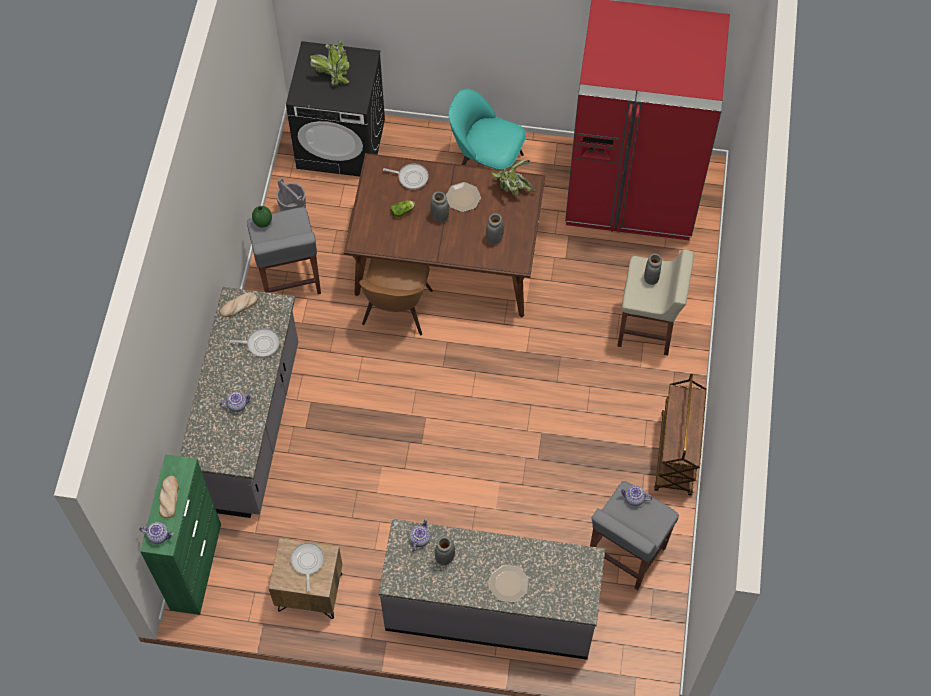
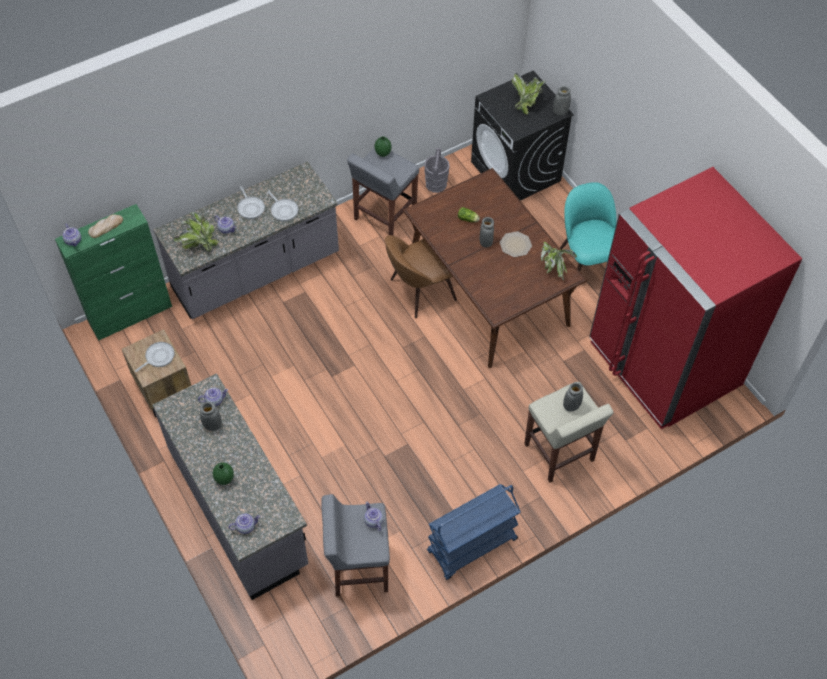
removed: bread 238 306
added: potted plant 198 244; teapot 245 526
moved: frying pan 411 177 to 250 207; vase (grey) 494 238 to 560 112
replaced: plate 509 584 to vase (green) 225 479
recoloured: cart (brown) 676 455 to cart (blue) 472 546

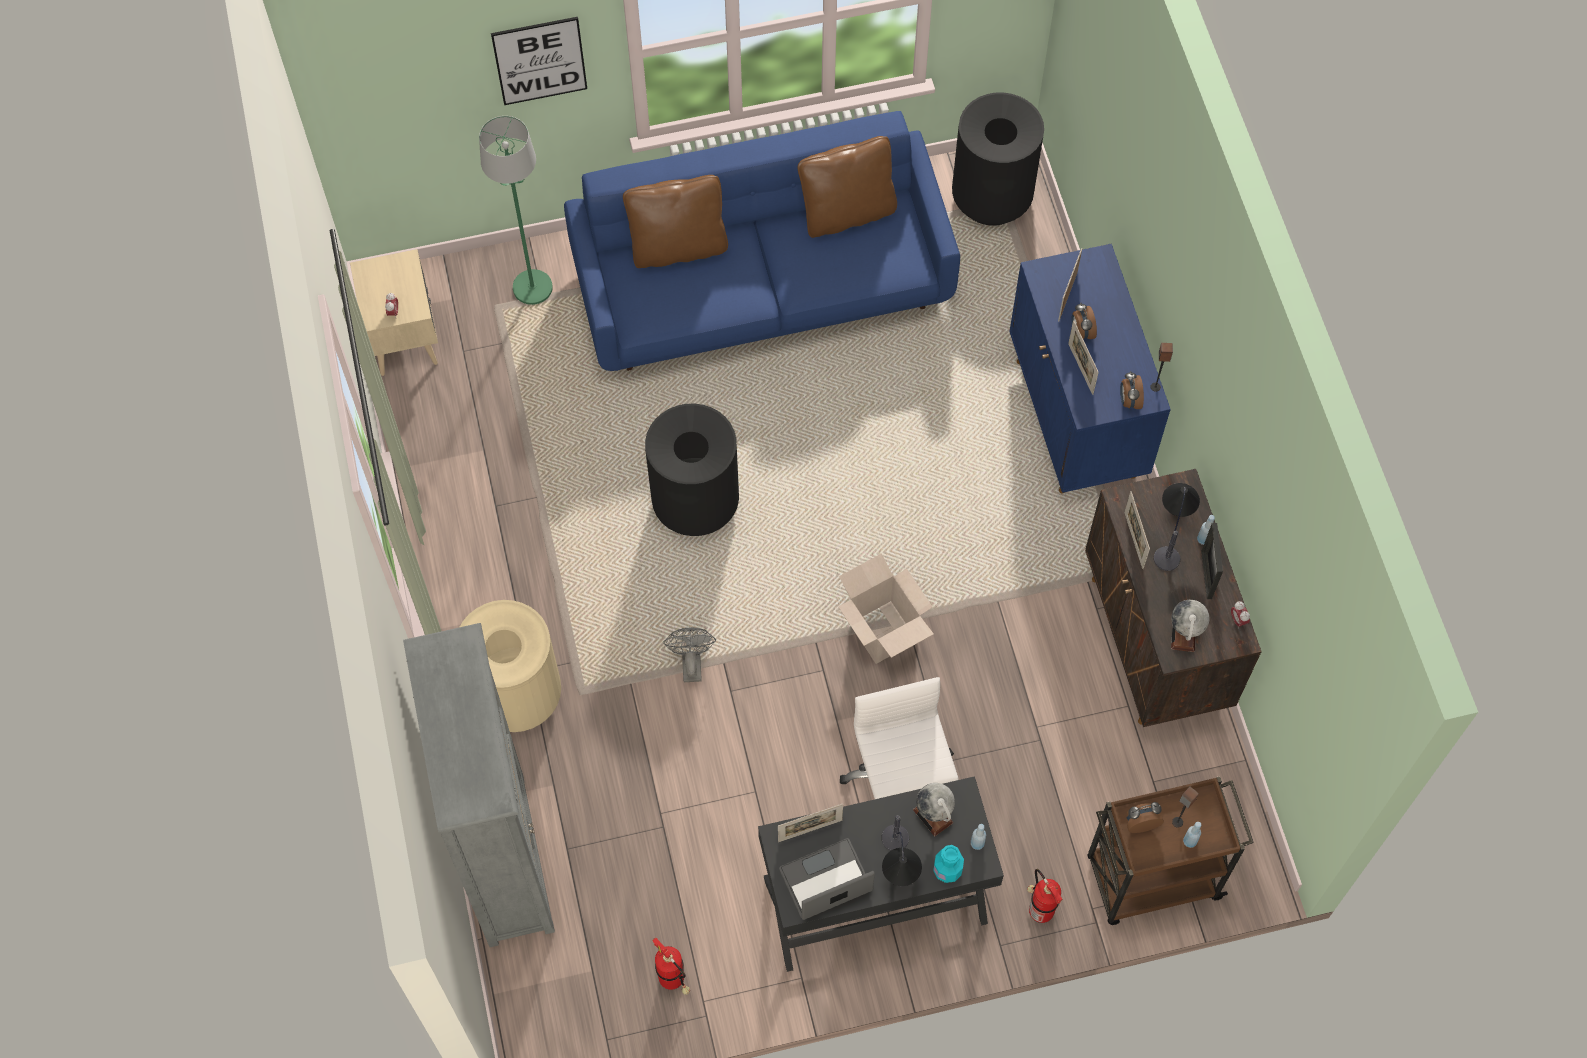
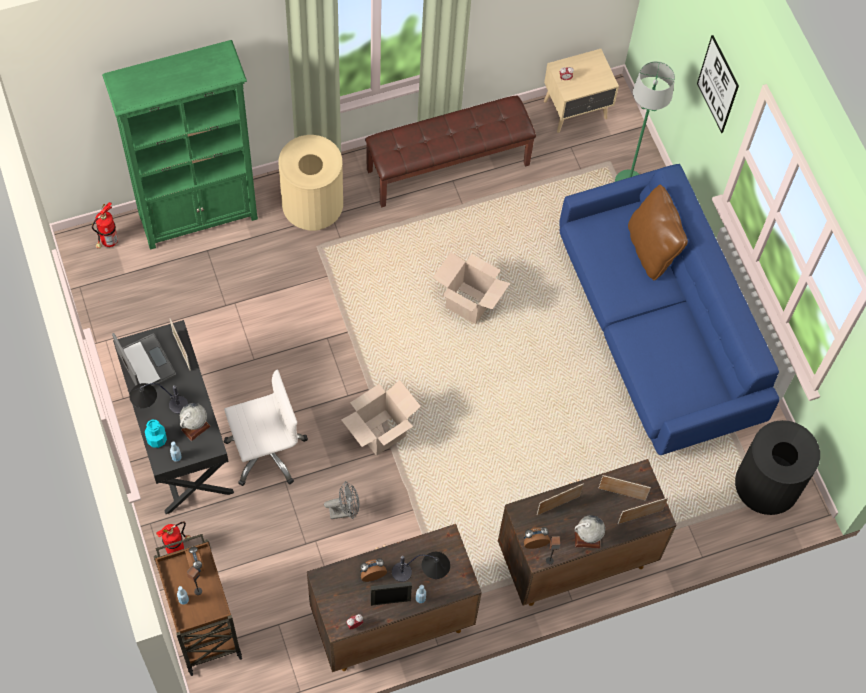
removed: pillow (brown) 847 212
added: bench (brown) 448 166
moved: fire extinguisher 673 980 to 108 243; fan (grey) 691 663 to 344 511; alarm clock 1081 332 to 372 573; globe 1183 635 to 587 539; picture frame 1133 540 to 640 516
replaced: trash can (black) 695 504 to cardboard box 469 303
recoloured: bookcase (grey) 506 858 to bookcase (green) 199 216; cabinet (blue) 1075 419 to cabinet (brown) 574 559

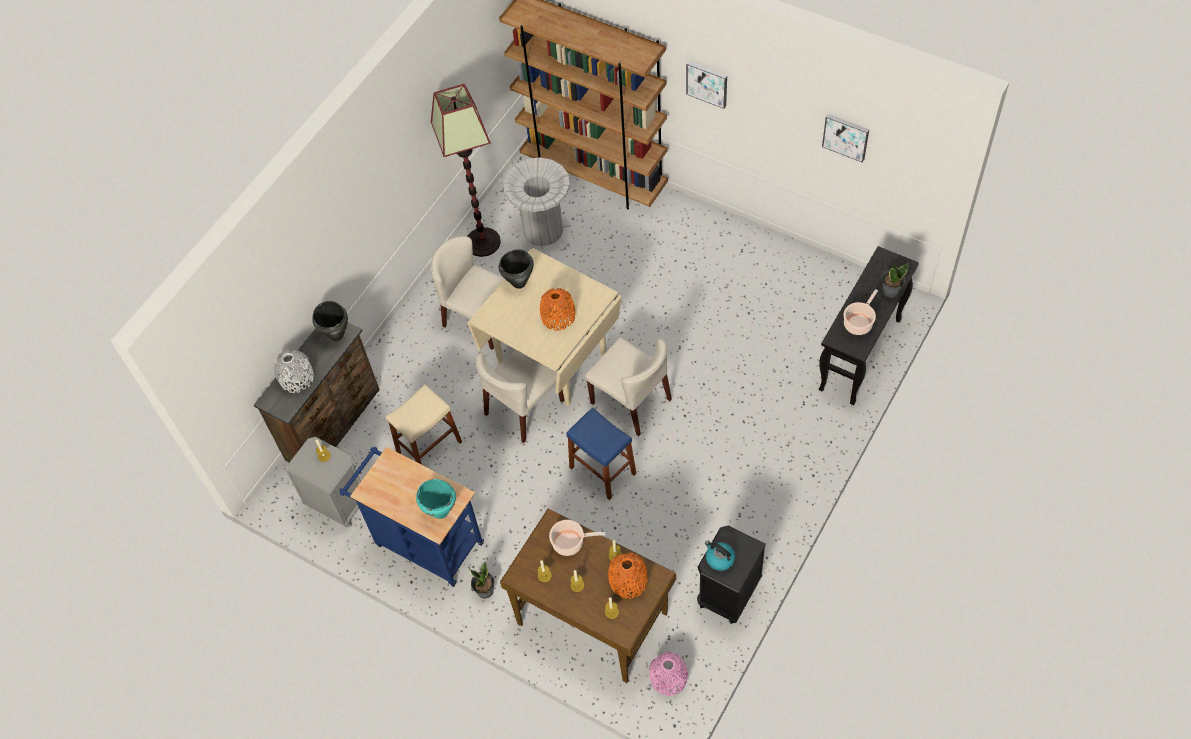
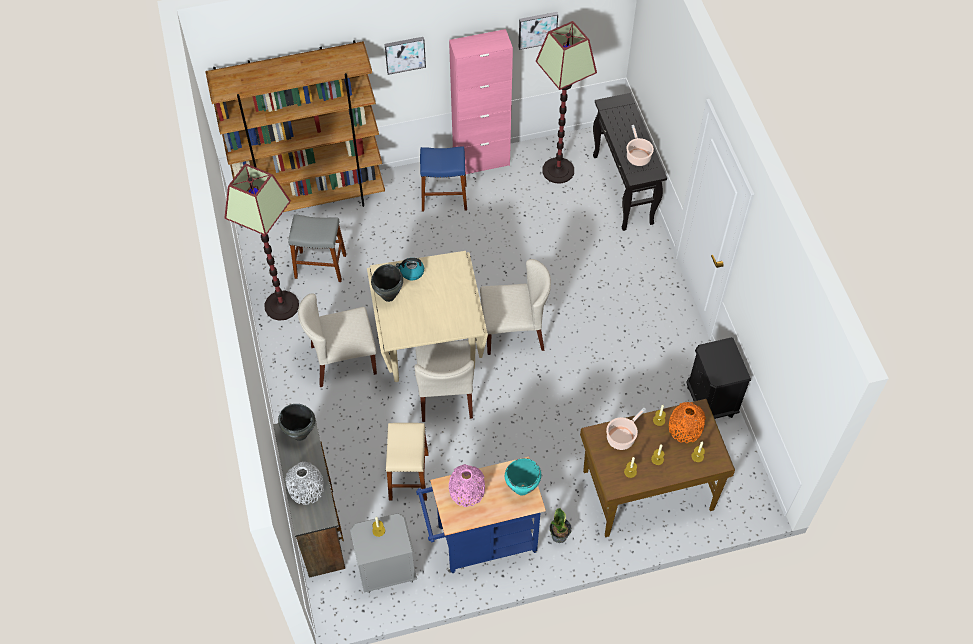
removed: vase (orange) 558 317; potted plant 890 290
added: cabinet (pink) 481 161; floor lamp 558 170
moved: kettle 719 559 to 411 272; stool (blue) 602 470 to 444 197; vase (pink) 668 678 to 467 491
replaced: trash can (grey) 543 233 to stool (grey) 320 266

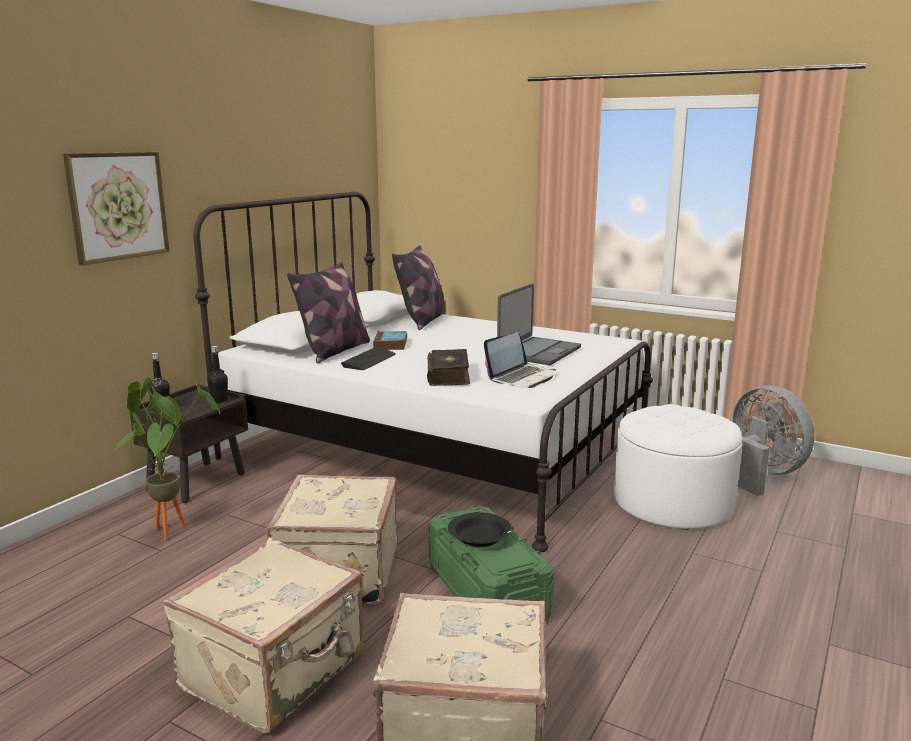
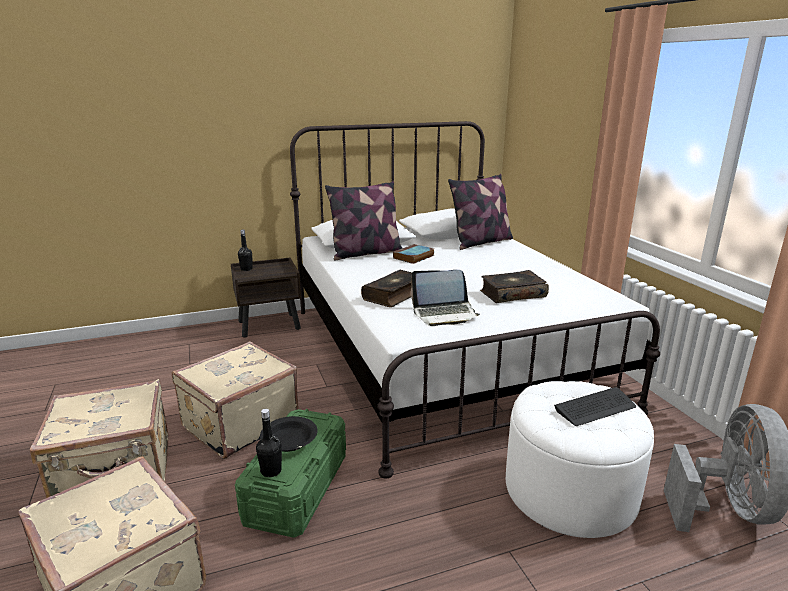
removed: picture 118 206; potted plant 172 527
moved: bottle (black) 219 400 to 271 471; keyboard 369 360 to 595 408
replaced: laptop 538 352 to book 512 294

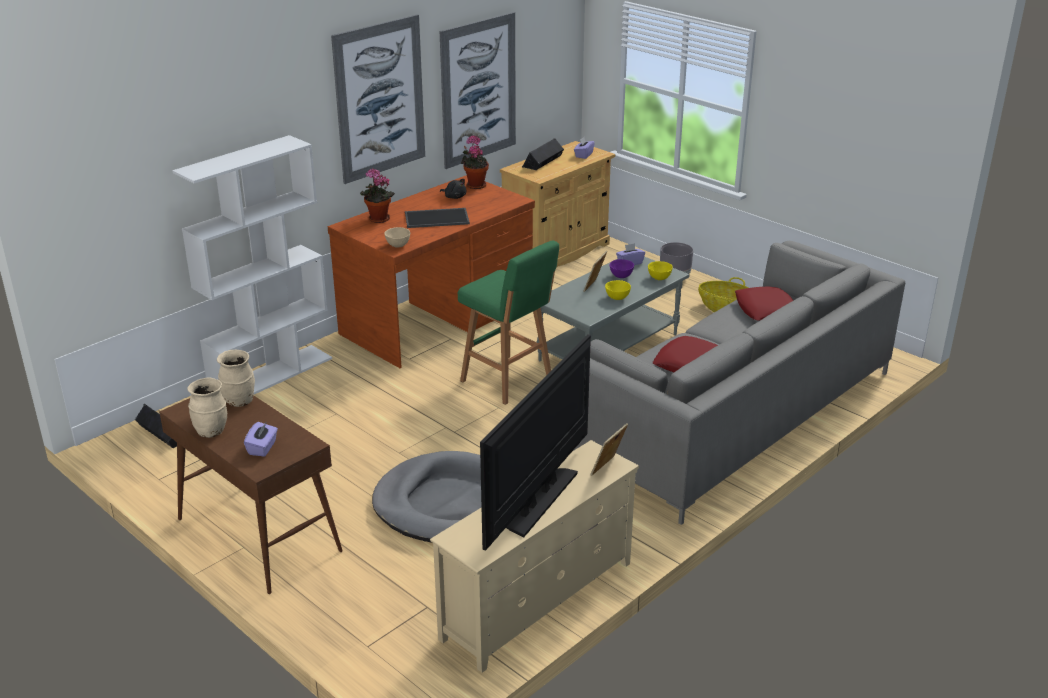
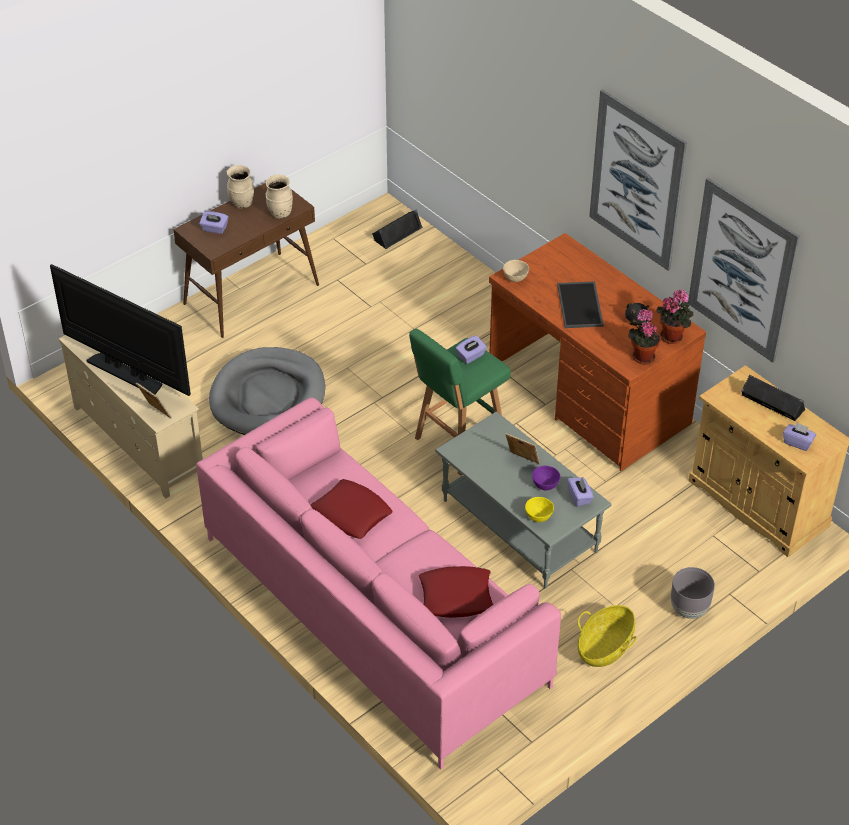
removed: bookcase (white) 271 374; bowl (yellow) 617 298
added: tissue box (purple) 471 356
moved: potted plant 377 220 to 641 356
recoloured: sofa (grey) 734 414 to sofa (pink) 374 609

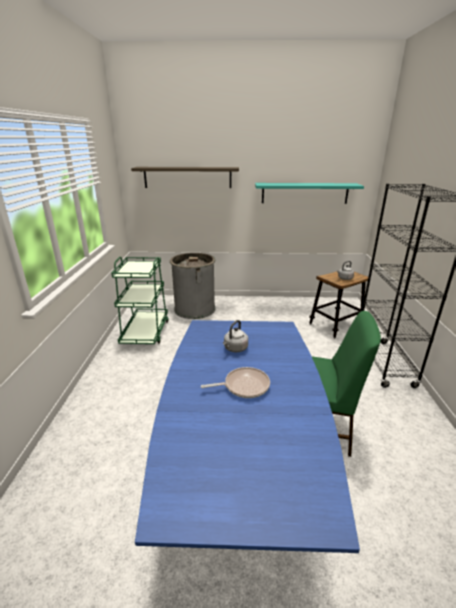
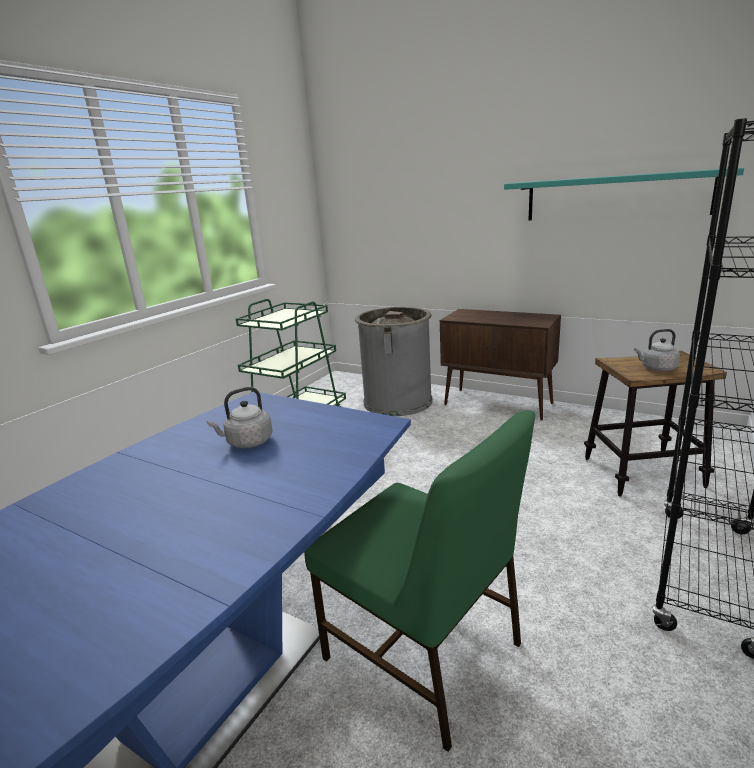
removed: shelf 187 177; frying pan 244 386
added: cabinet (brown) 499 404

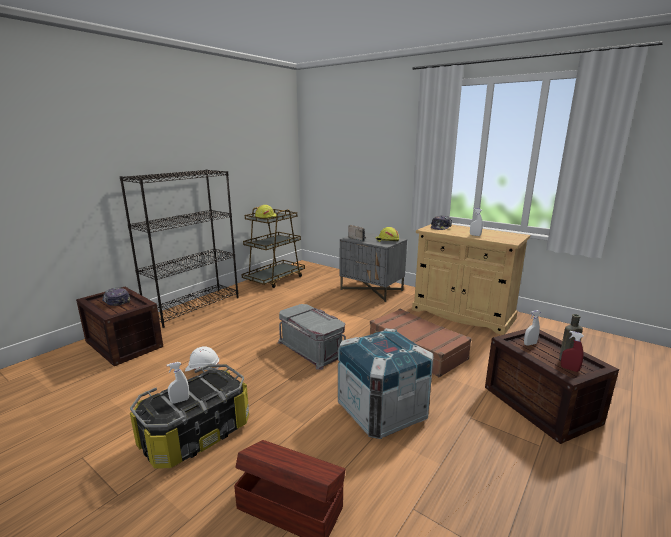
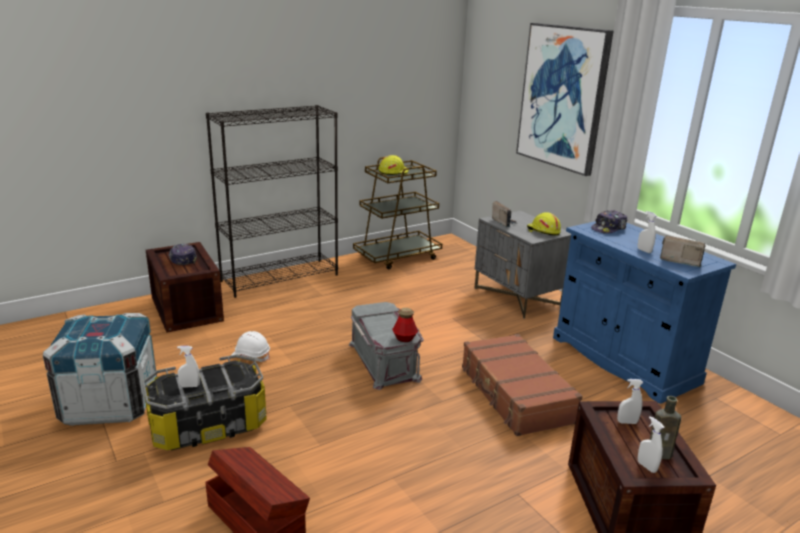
added: bottle 404 338; picture 563 97; radio 679 261
moved: crate 382 412 to 110 403
recoloured: cabinet (beige) 462 314 to cabinet (blue) 623 360; spray bottle (red) 569 369 to spray bottle (white) 646 467

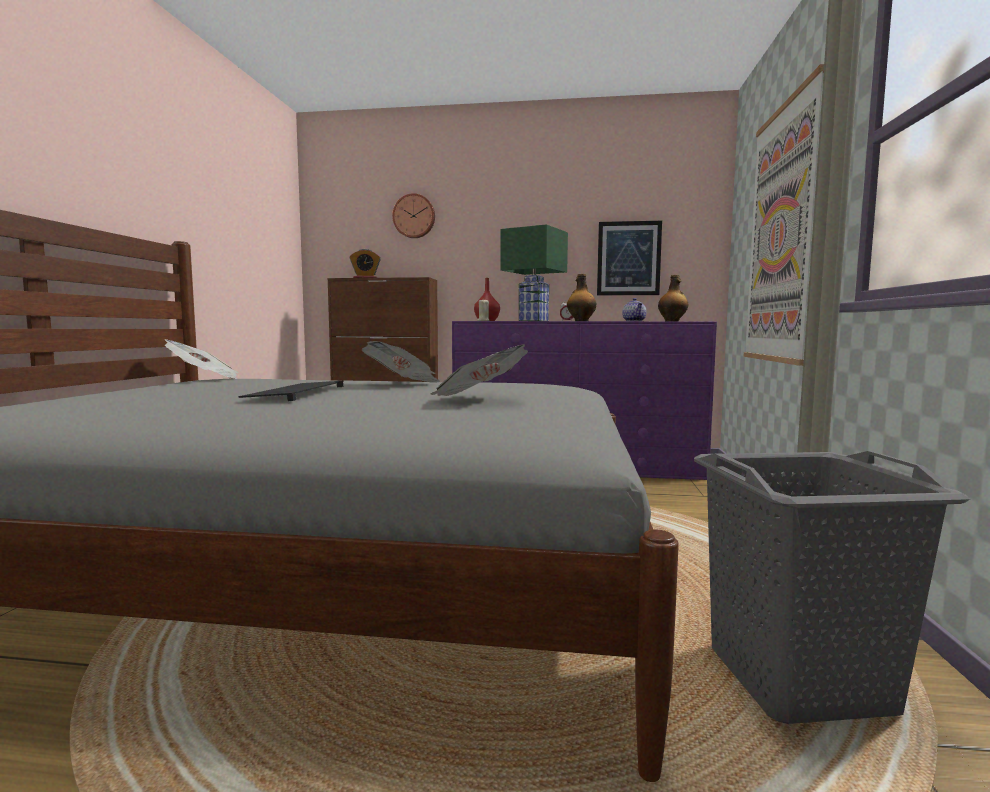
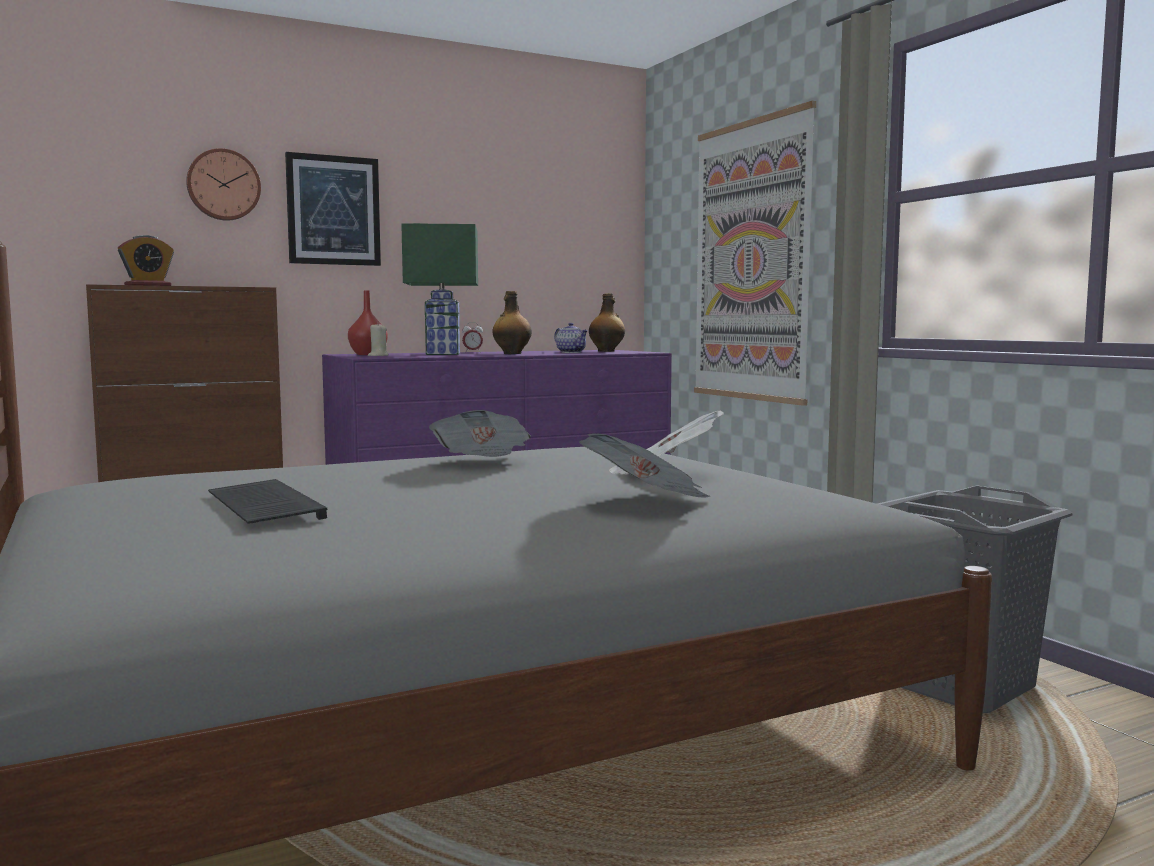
moved: keyboard 296 393 to 261 506; picture 628 258 to 333 210; newspaper 205 378 to 647 503

